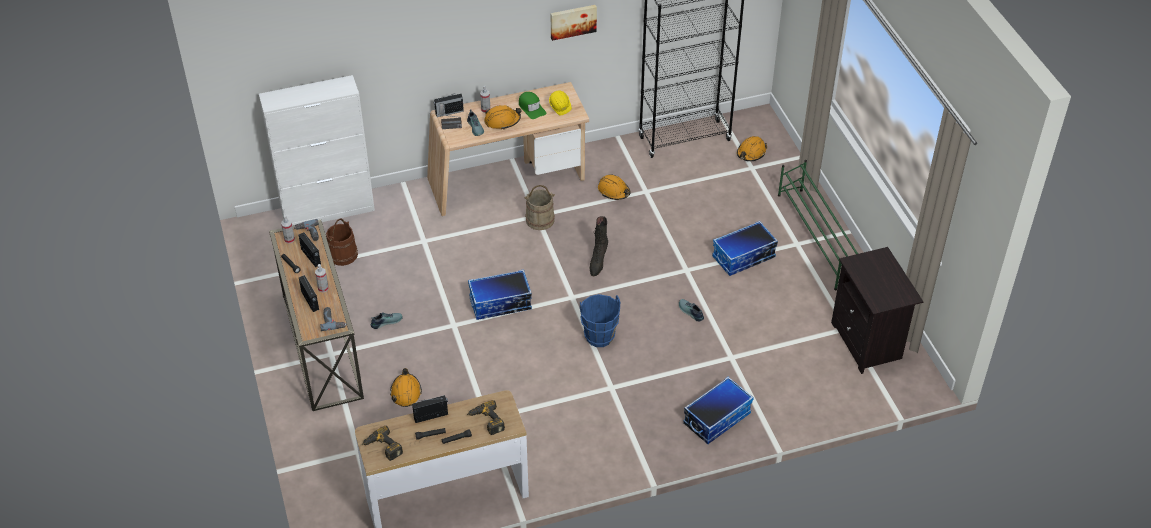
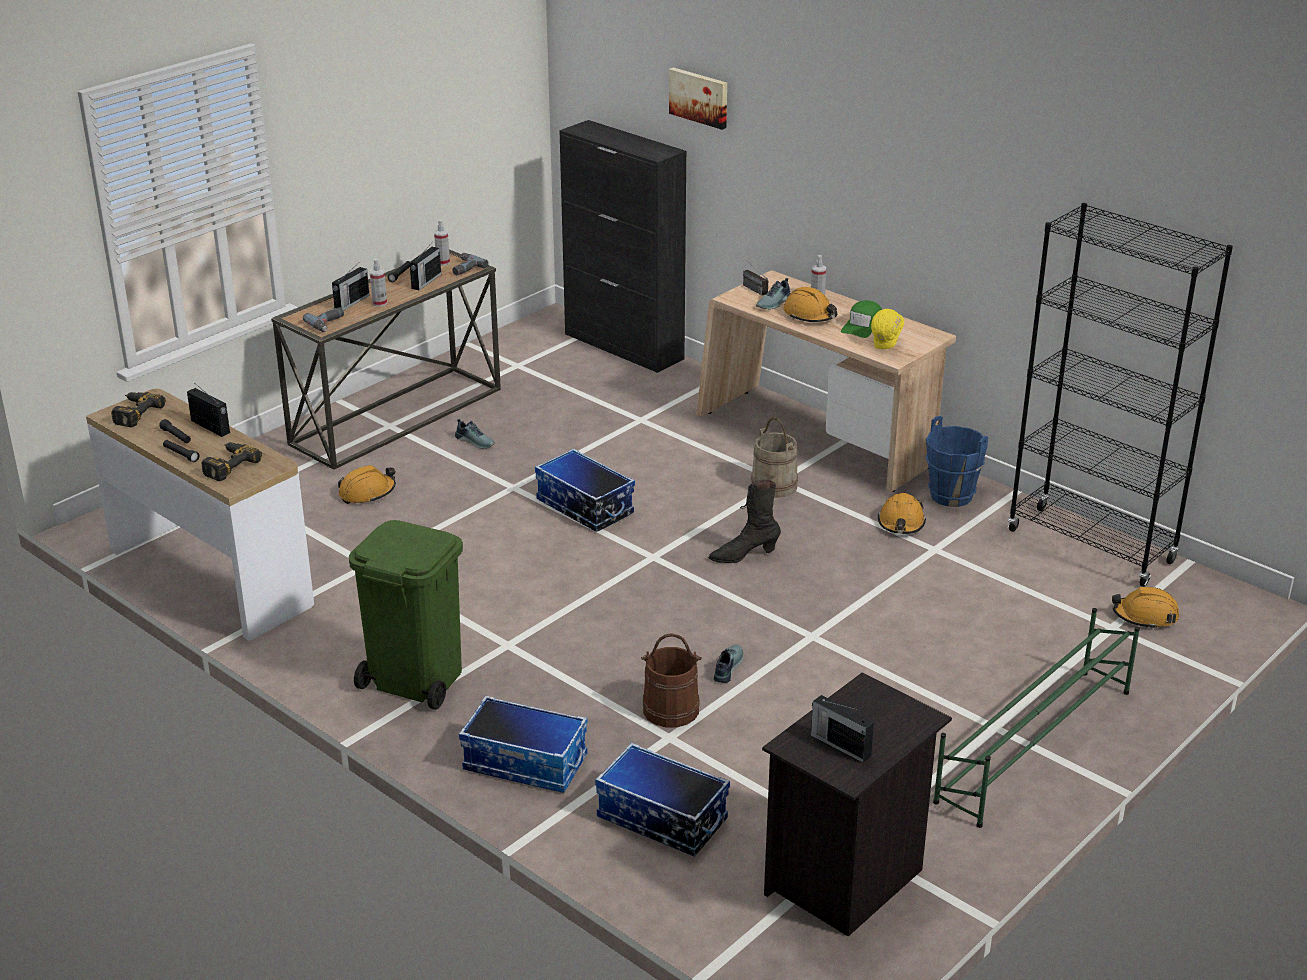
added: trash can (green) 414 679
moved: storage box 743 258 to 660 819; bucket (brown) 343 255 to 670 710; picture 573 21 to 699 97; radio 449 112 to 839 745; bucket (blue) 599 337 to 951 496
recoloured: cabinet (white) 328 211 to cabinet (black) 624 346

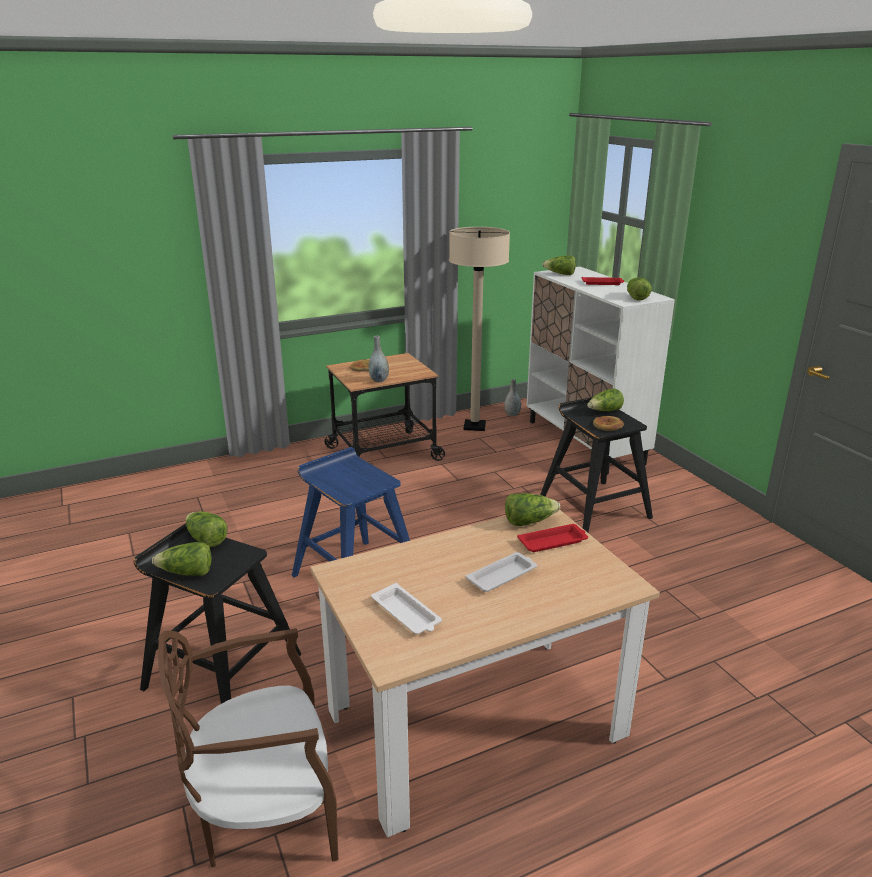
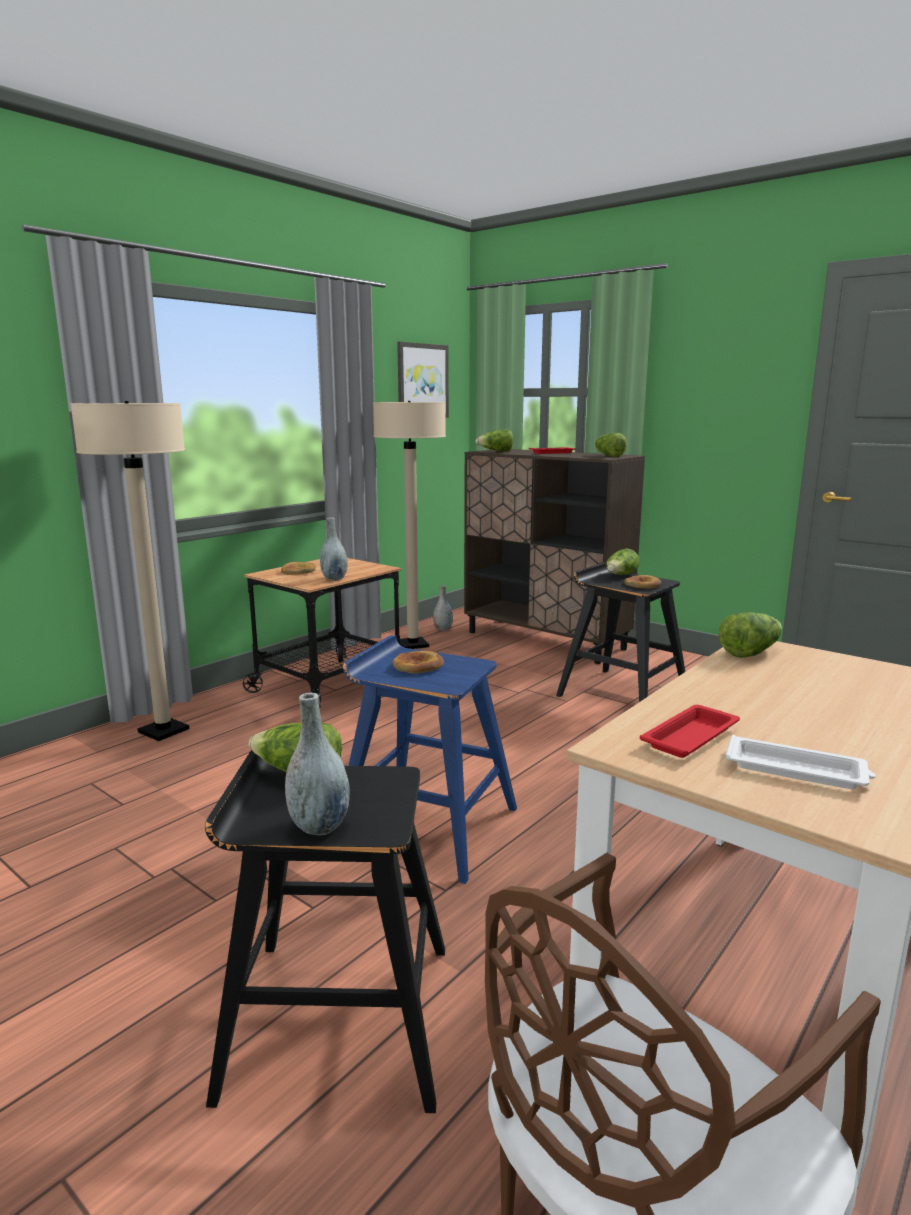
removed: tray (white) 502 576
added: floor lamp (beige) 163 731; bread 417 666; picture 422 381
moved: tray (red) 553 542 to 691 737
replaced: lettuce 187 573 to vase (grey) 319 826
recoloured: cabinet (white) 585 442 to cabinet (brown) 545 640

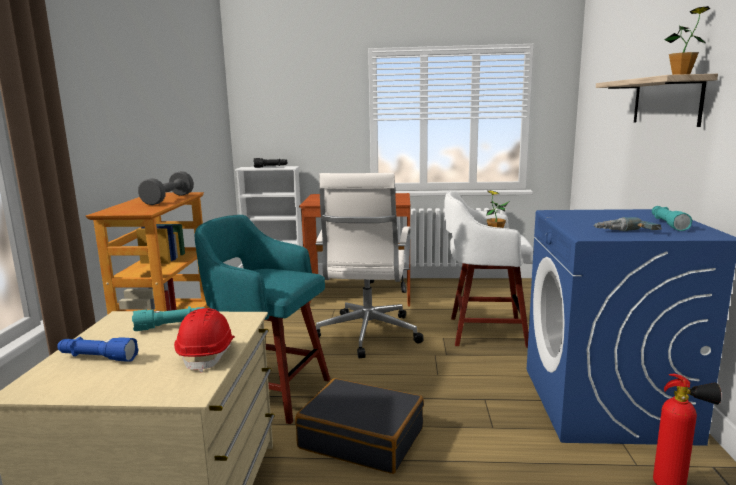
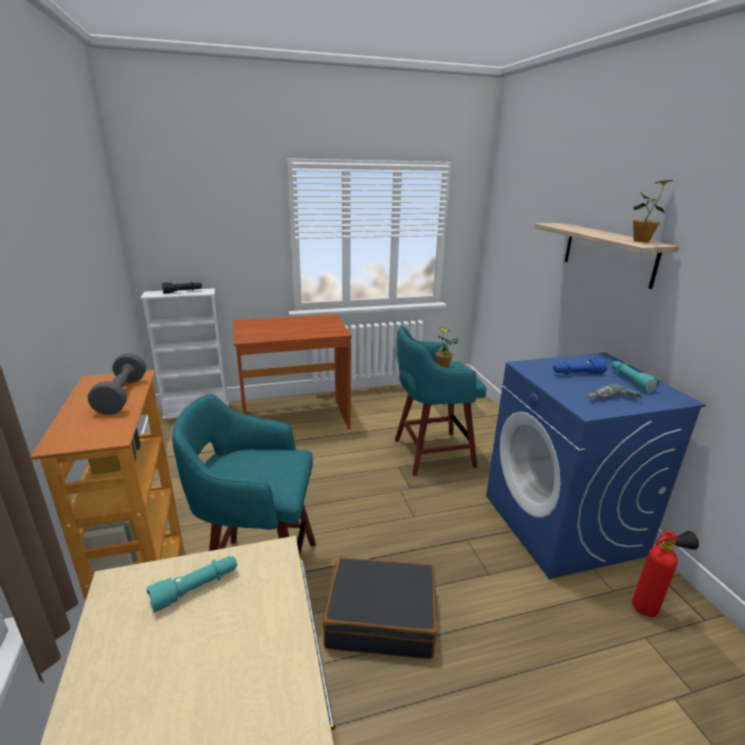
removed: hard hat (red) 207 354; office chair (white) 367 335
moved: flashlight (blue) 97 358 to 577 374
recoloured: stool (white) 484 331 to stool (turquoise) 431 453

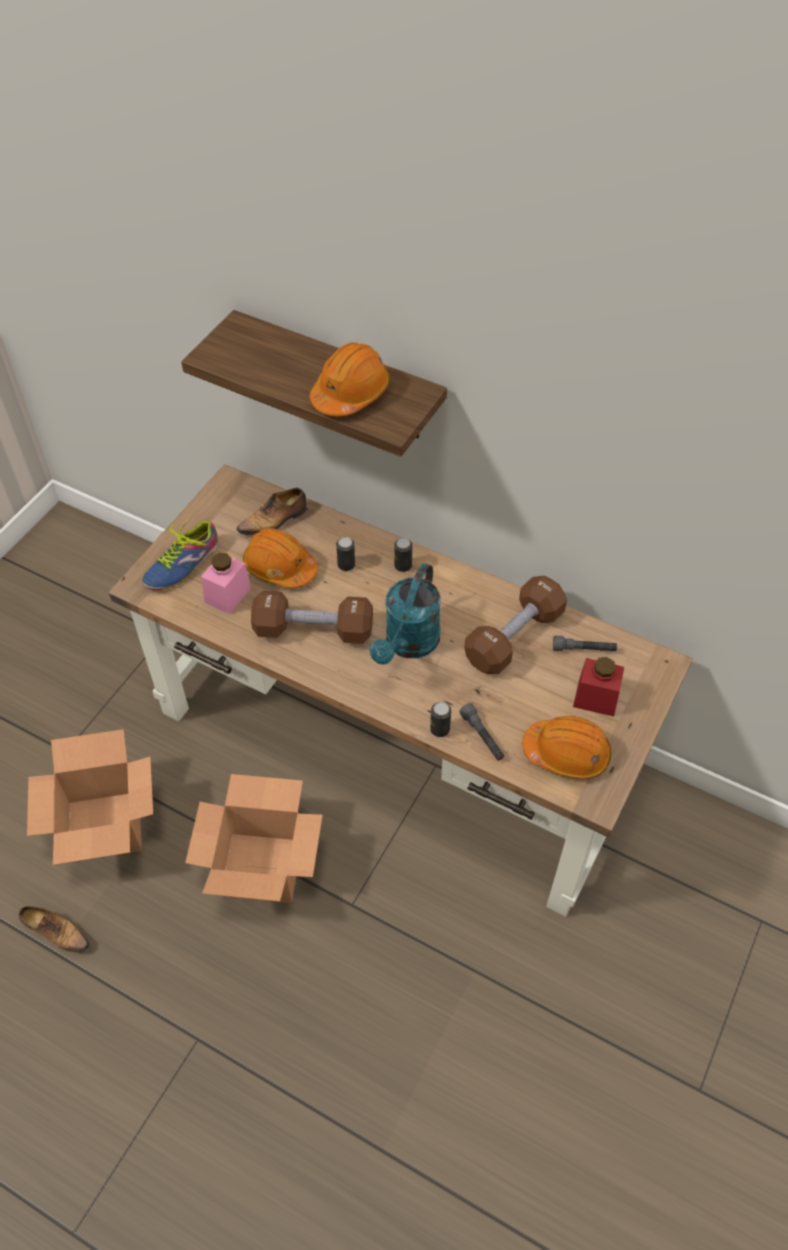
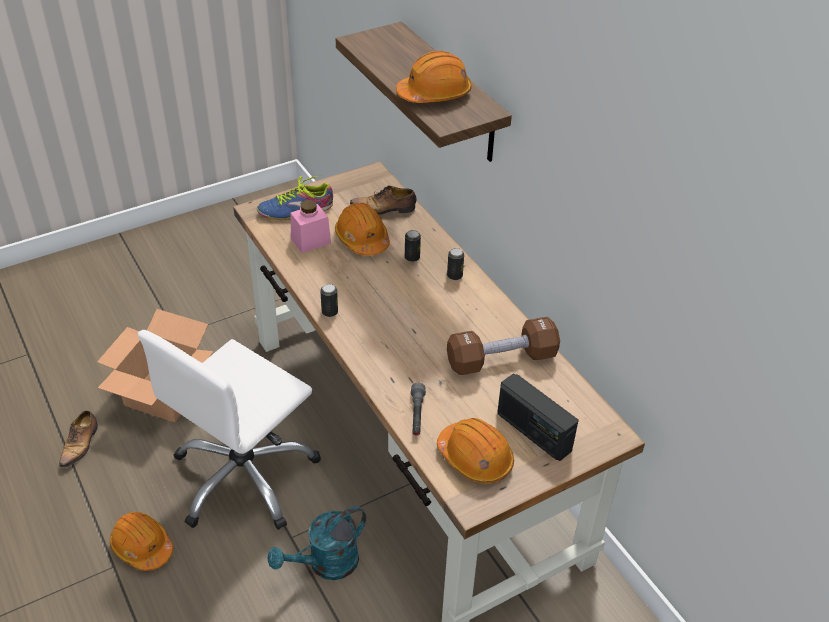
removed: dumbbell (brown) 313 630; flashlight (grey) 583 649
added: hard hat (orange) 142 547
moved: watering can (turquoise) 408 645 to 326 565; can 439 729 to 329 312
replaced: cardboard box 260 868 to office chair (white) 245 476; jar (red) 596 698 to radio 533 432
turned: shoe 56 932 = 80 444 45 degrees clockwise

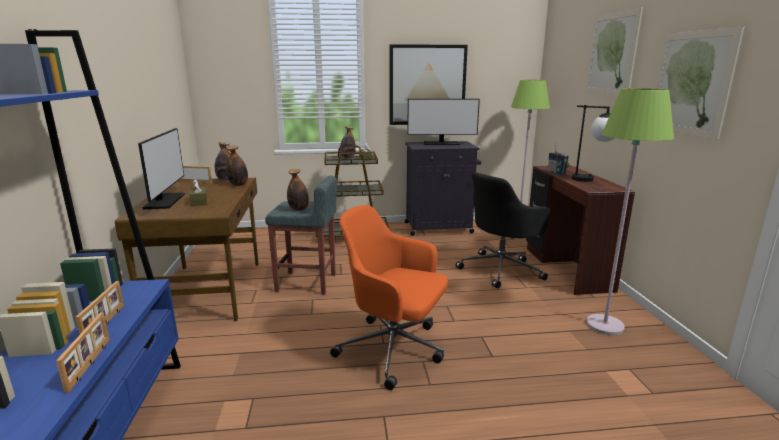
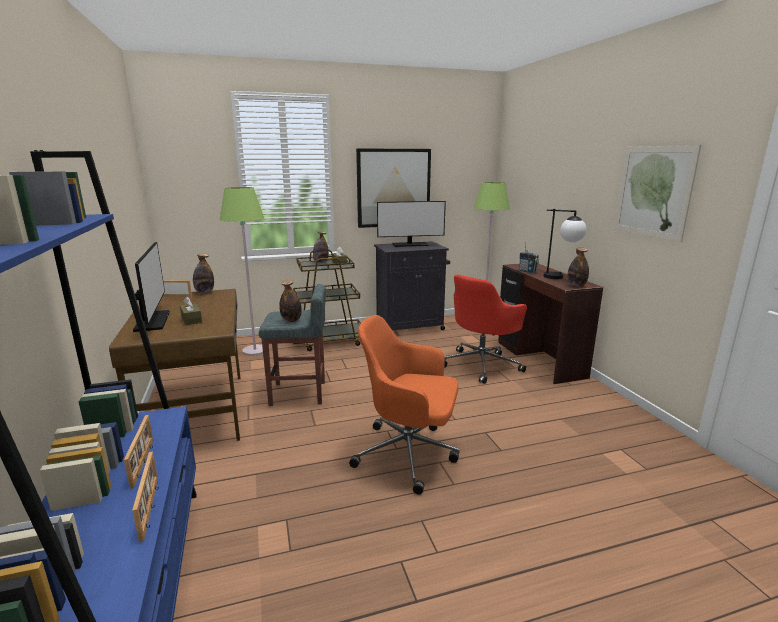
removed: picture 612 54
moved: floor lamp (green) 604 325 to 255 351; bottle 238 185 to 576 285
recoloured: office chair (black) 501 269 to office chair (red) 482 364

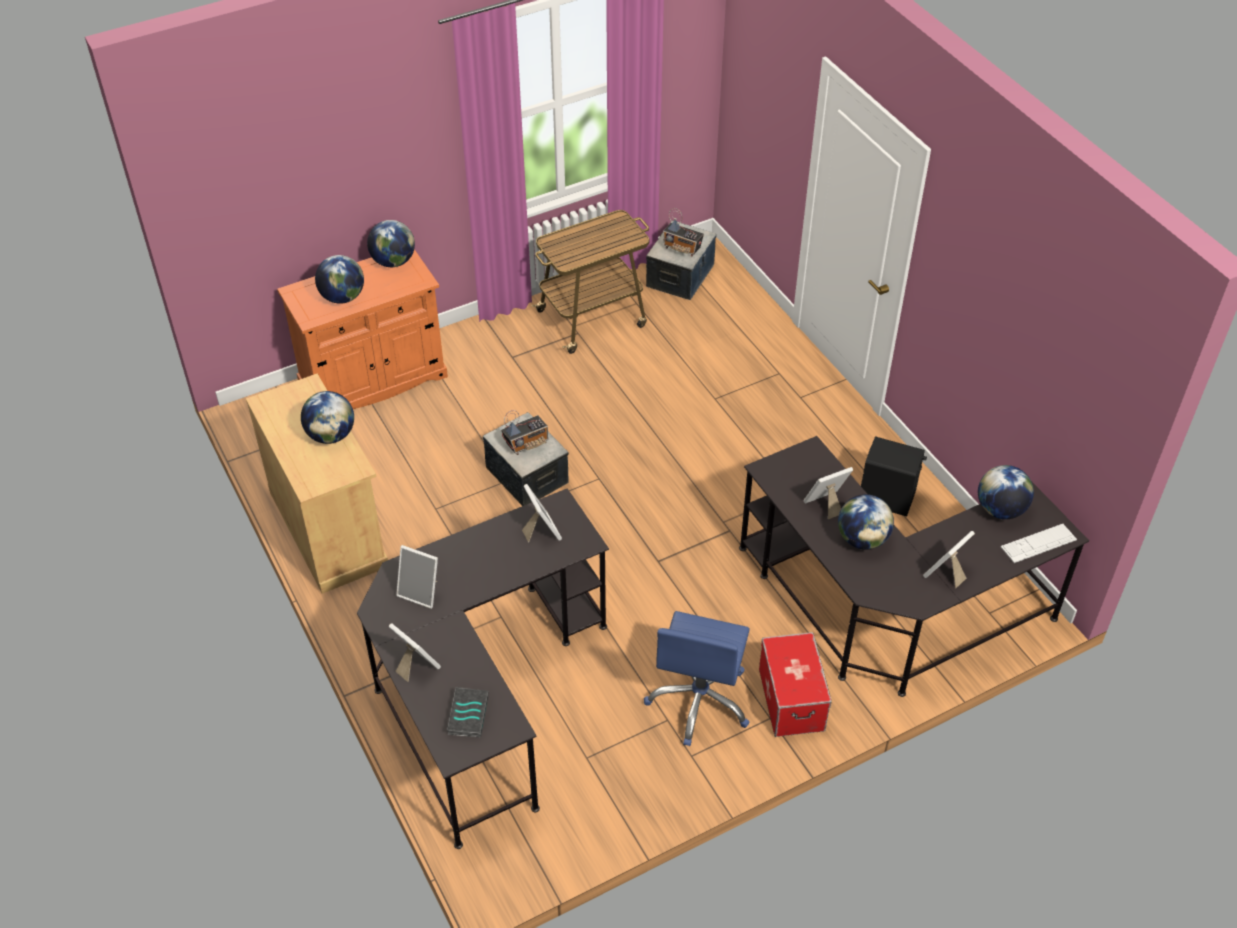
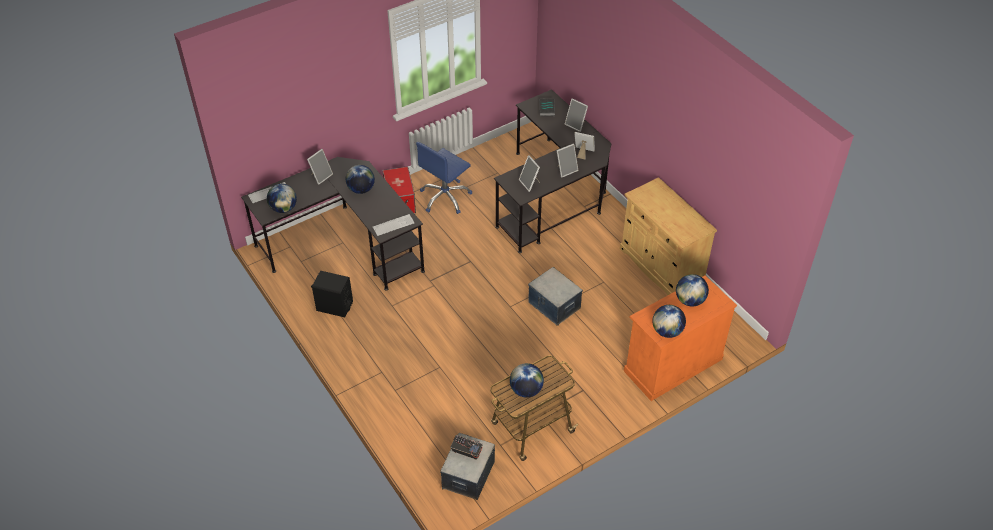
removed: radio 527 443
added: keyboard 393 225
moved: globe 331 435 to 526 390; picture frame 826 505 to 566 170
turned: office chair (blue) 699 701 = 445 197 150 degrees counterclockwise

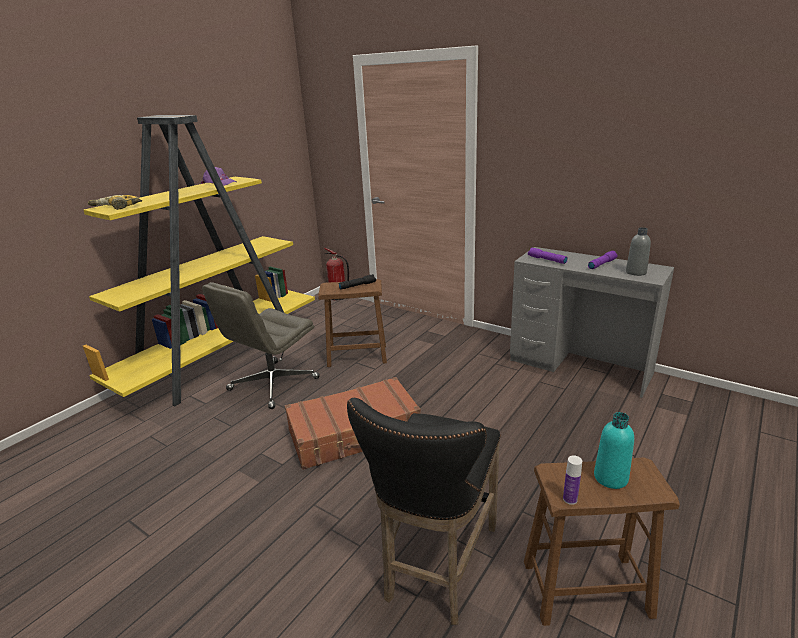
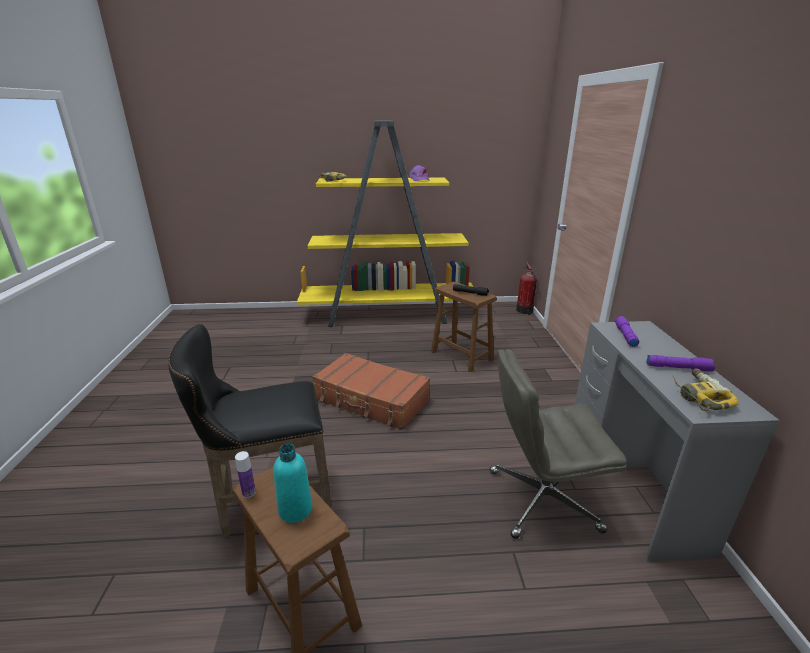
moved: office chair (grey) 273 385 to 541 500
replaced: bottle (grey) 636 272 to power drill 697 395

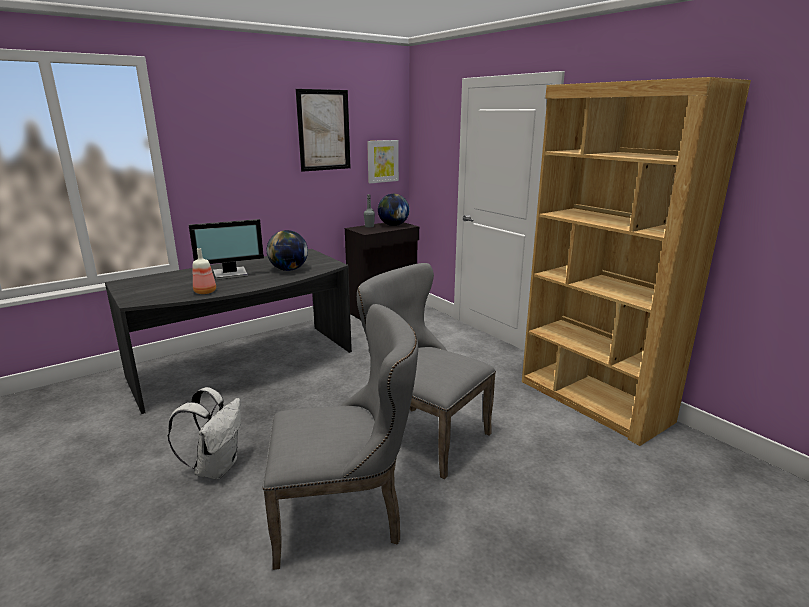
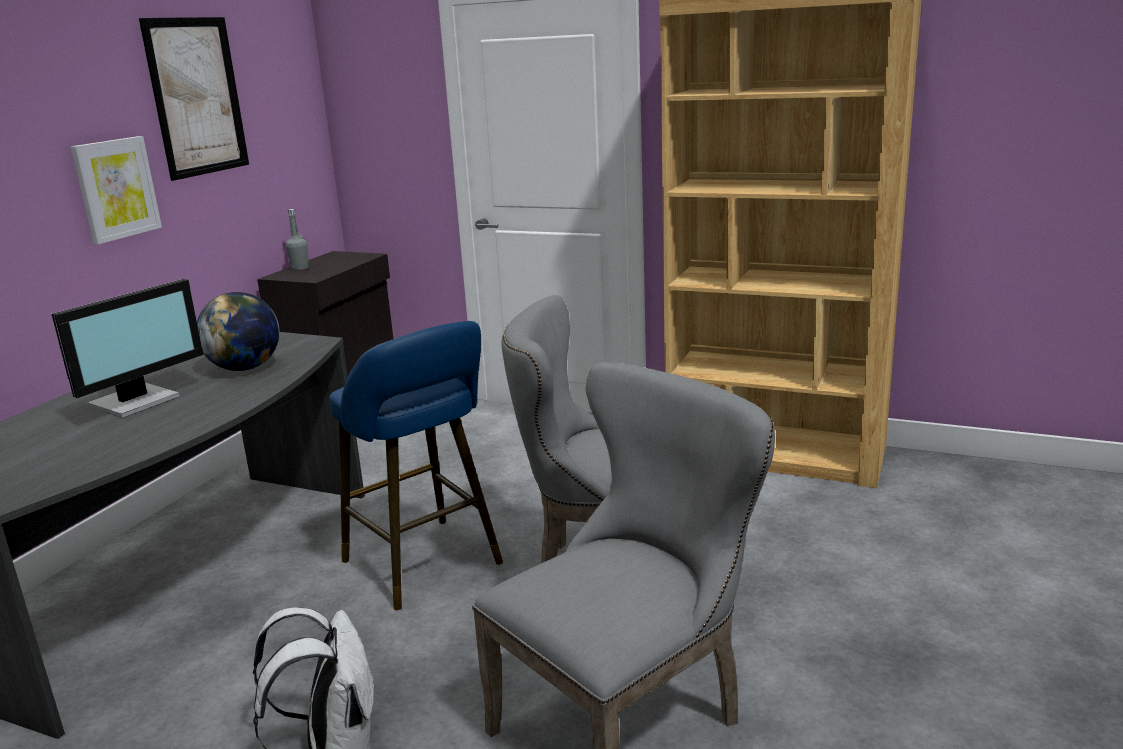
removed: bottle 205 292; globe 393 225
added: stool (blue) 427 566
moved: picture 382 161 to 116 189

